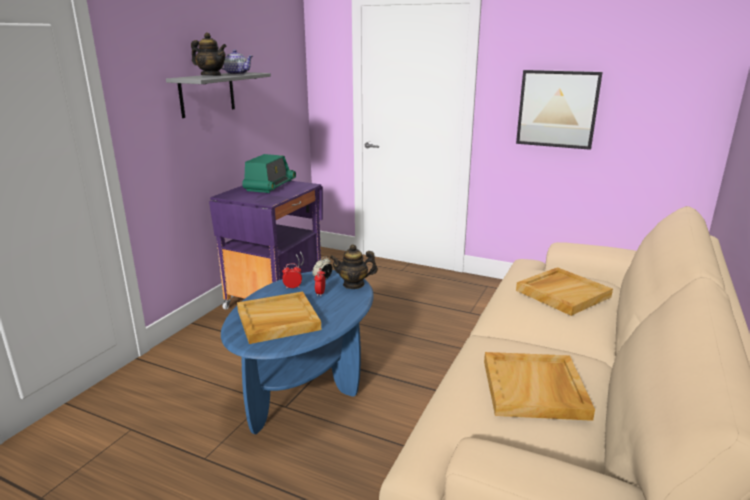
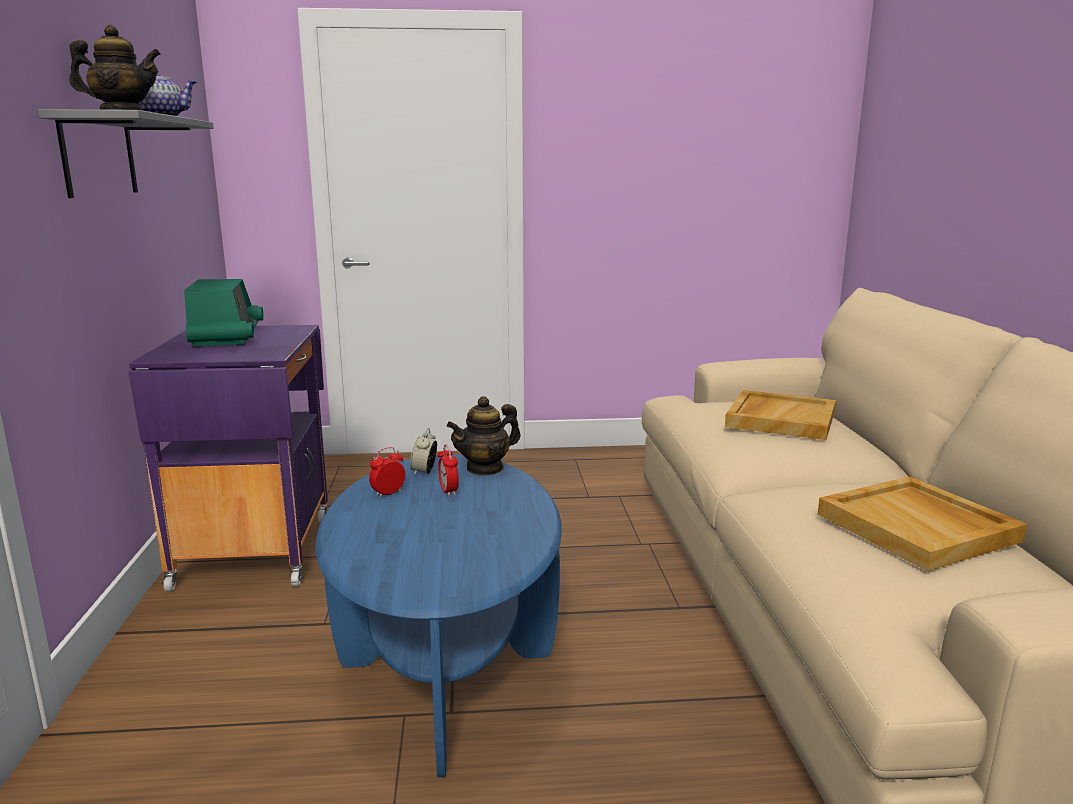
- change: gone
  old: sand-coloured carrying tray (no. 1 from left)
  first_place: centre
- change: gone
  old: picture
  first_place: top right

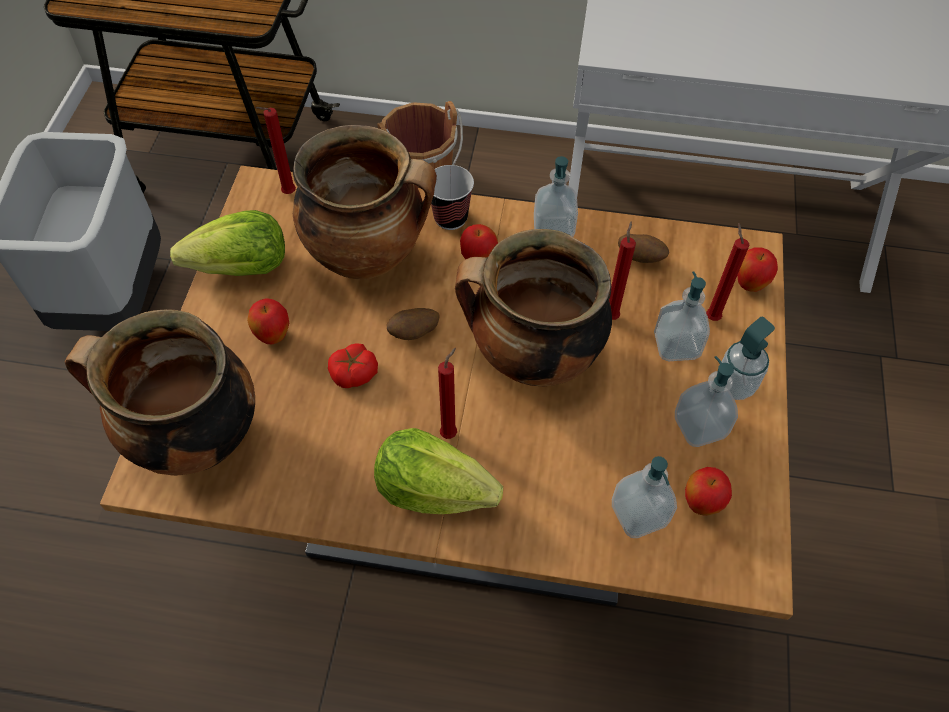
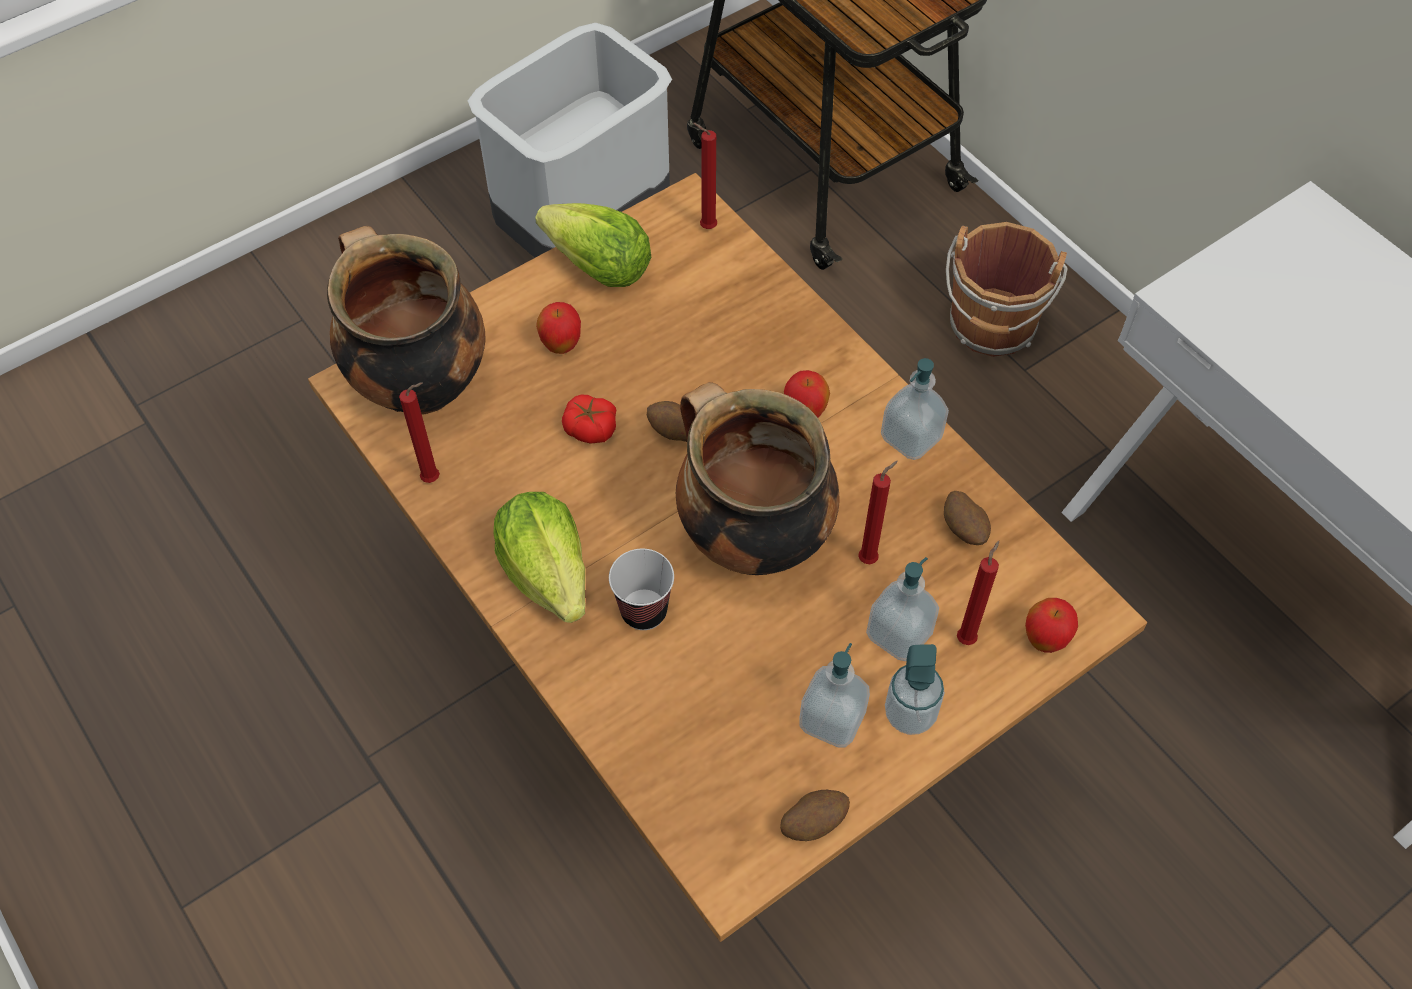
- change: gone
  old: saucepot (no. 2 from left)
  first_place: top centre
- change: gone
  old: soap dispenser (no. 2 from left)
  first_place: bottom right
- change: gone
  old: whole apple (no. 3 from left)
  first_place: bottom right
- change: new
  new: whole potato (no. 2 from left)
  second_place: bottom centre
- change: shifted
  old: cup
  first_place: top centre
  second_place: centre
- change: shifted
  old: red-coloured wax candle (no. 2 from left in the first image)
  new: red-coloured wax candle (no. 1 from left)
  first_place: centre
  second_place: middle left

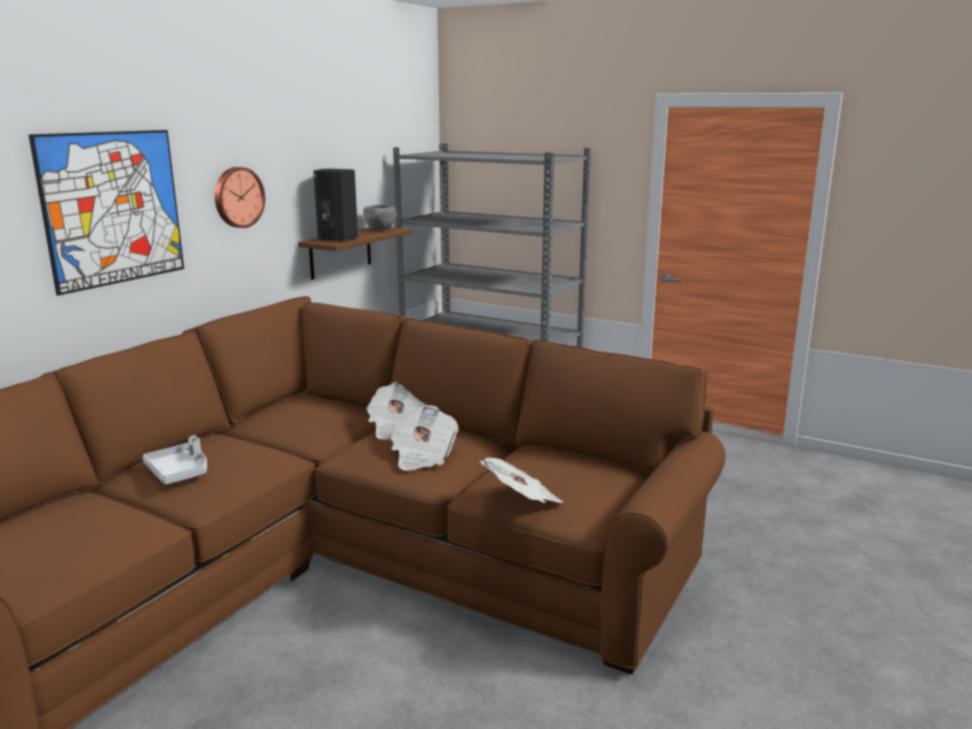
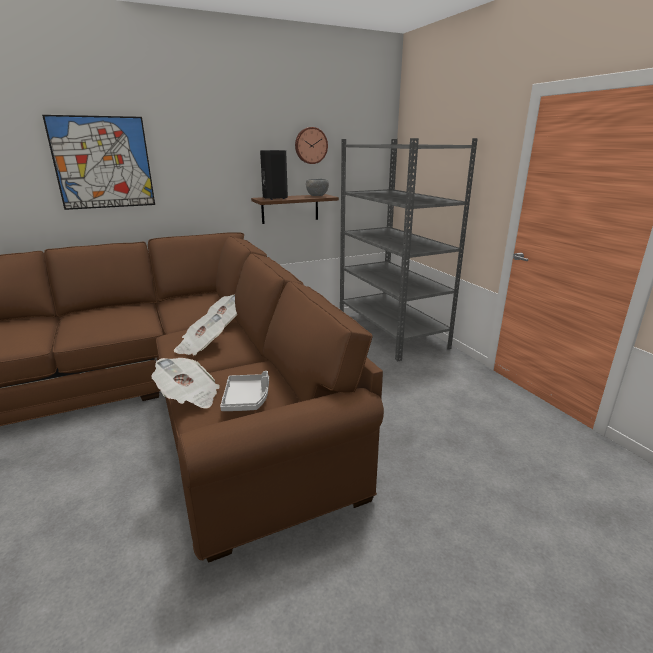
- change: shifted
  old: grey carrying tray
  first_place: middle left
  second_place: centre
- change: shifted
  old: wall clock
  first_place: top left
  second_place: top centre

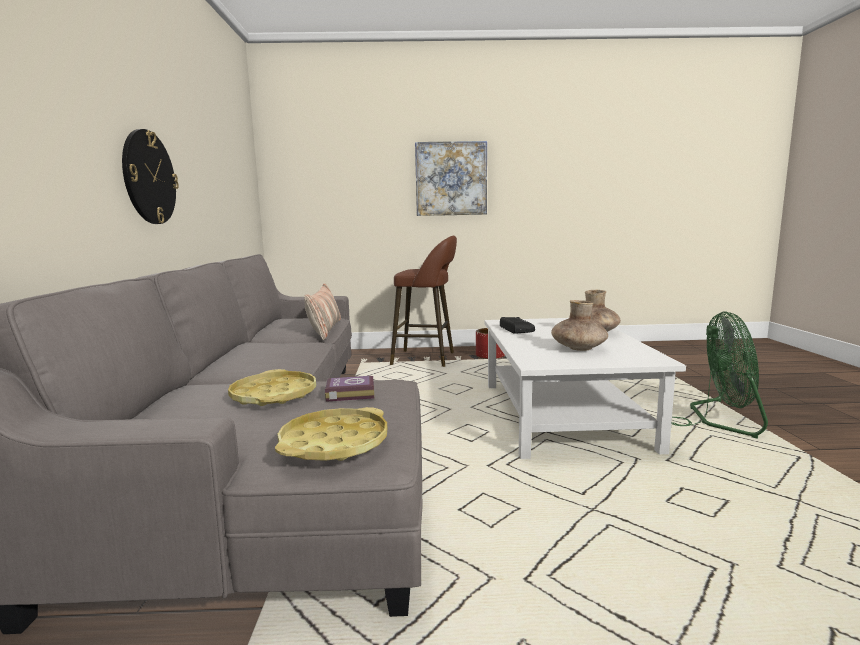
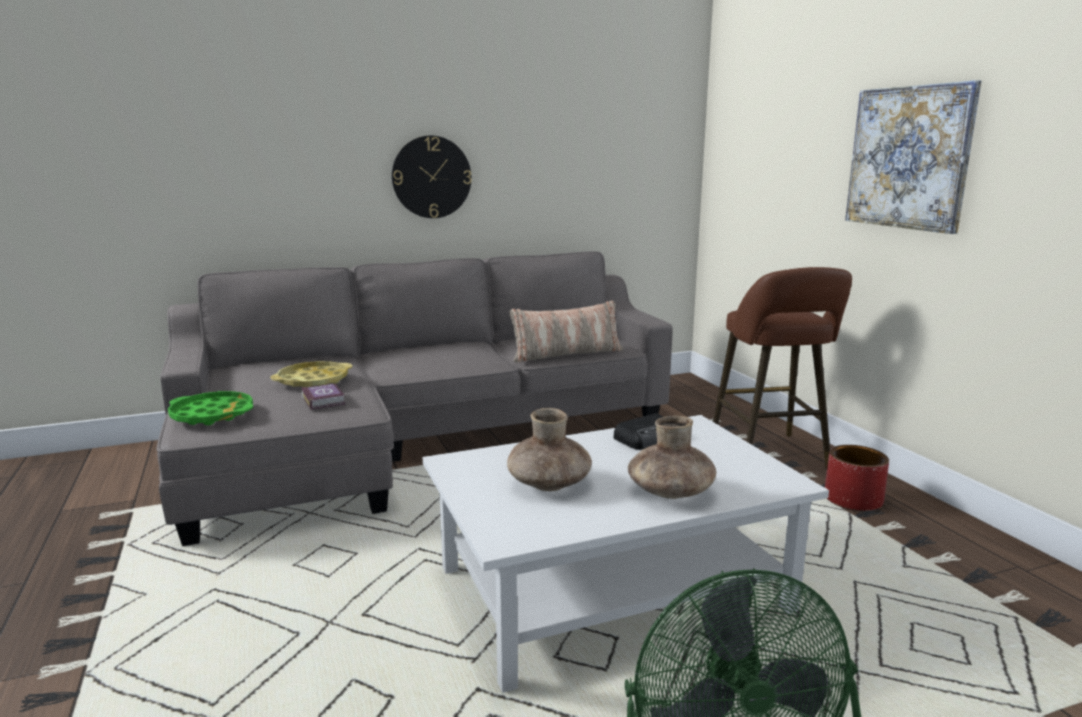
- change: repainted
  old: yellow carrying tray (no. 2 from left)
  new: green carrying tray
  first_place: bottom centre
  second_place: middle left

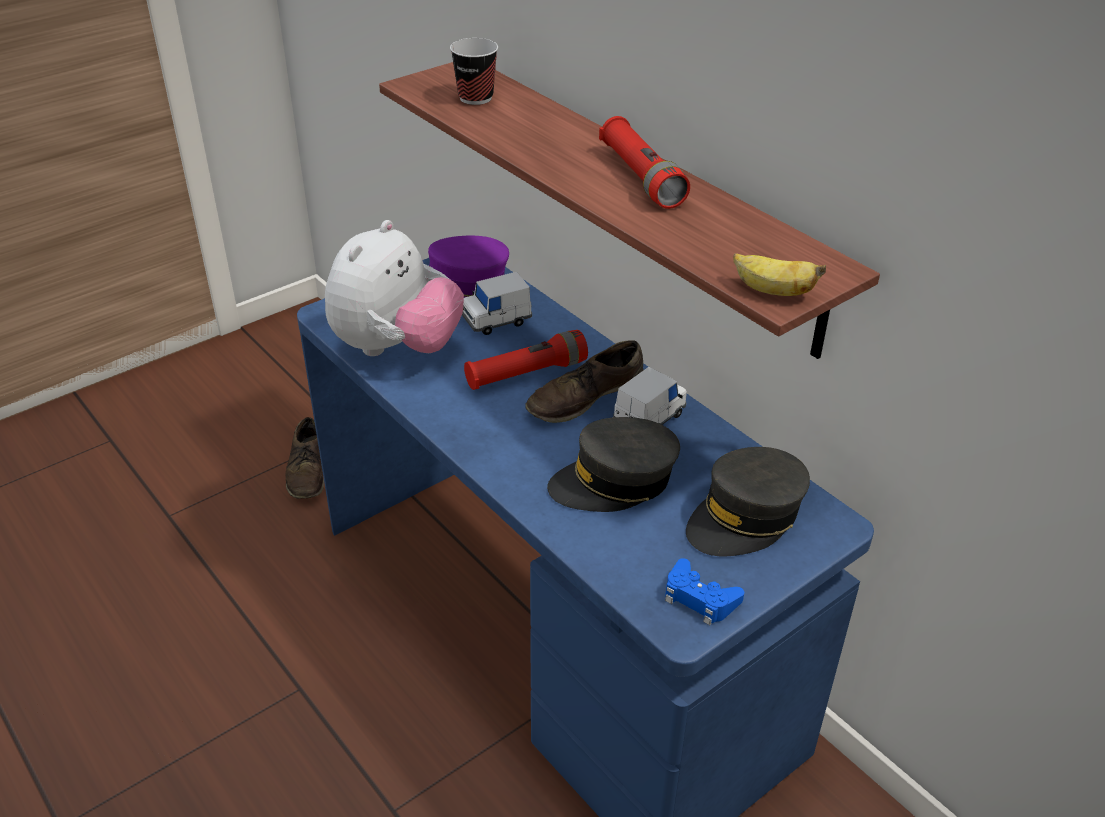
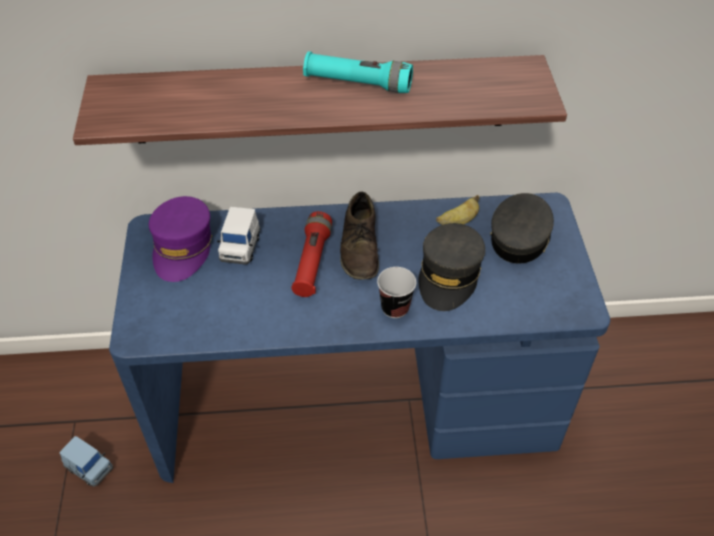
- change: gone
  old: soft toy
  first_place: centre
- change: gone
  old: white-coloured miniature car (no. 2 from left)
  first_place: centre
- change: gone
  old: blue game controller
  first_place: bottom centre
- change: shifted
  old: cup
  first_place: top centre
  second_place: centre
- change: shifted
  old: whole banana
  first_place: middle right
  second_place: centre
- change: swapped
  old: brown low shoe (no. 1 from left)
  new: blue miniature car
  first_place: middle left
  second_place: bottom left
- change: repainted
  old: red-coloured flashlight (no. 2 from left)
  new: turquoise-coloured flashlight
  first_place: top centre
  second_place: top centre
- change: rotated
  old: grey cap (no. 2 from left)
  first_place: middle right
  second_place: middle right
  degrees: -150

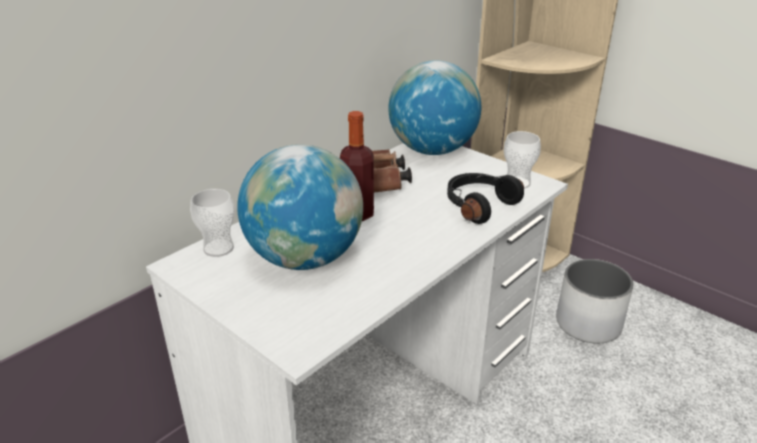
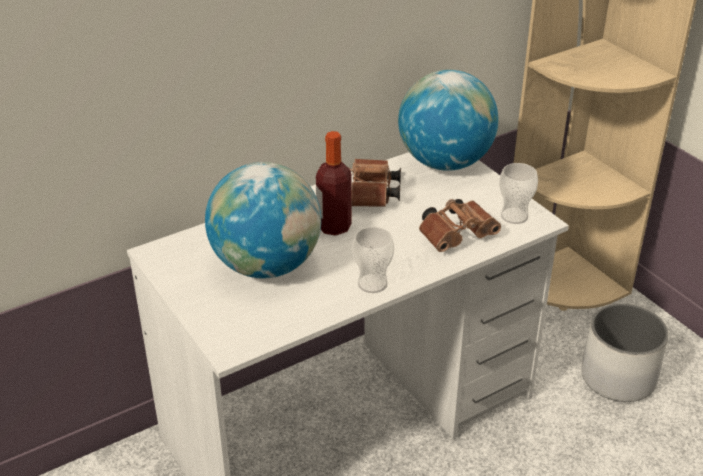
- change: shifted
  old: cup (no. 1 from left)
  first_place: middle left
  second_place: centre
- change: swapped
  old: black headphones
  new: brown pair of binoculars (no. 2 from left)
  first_place: centre
  second_place: centre

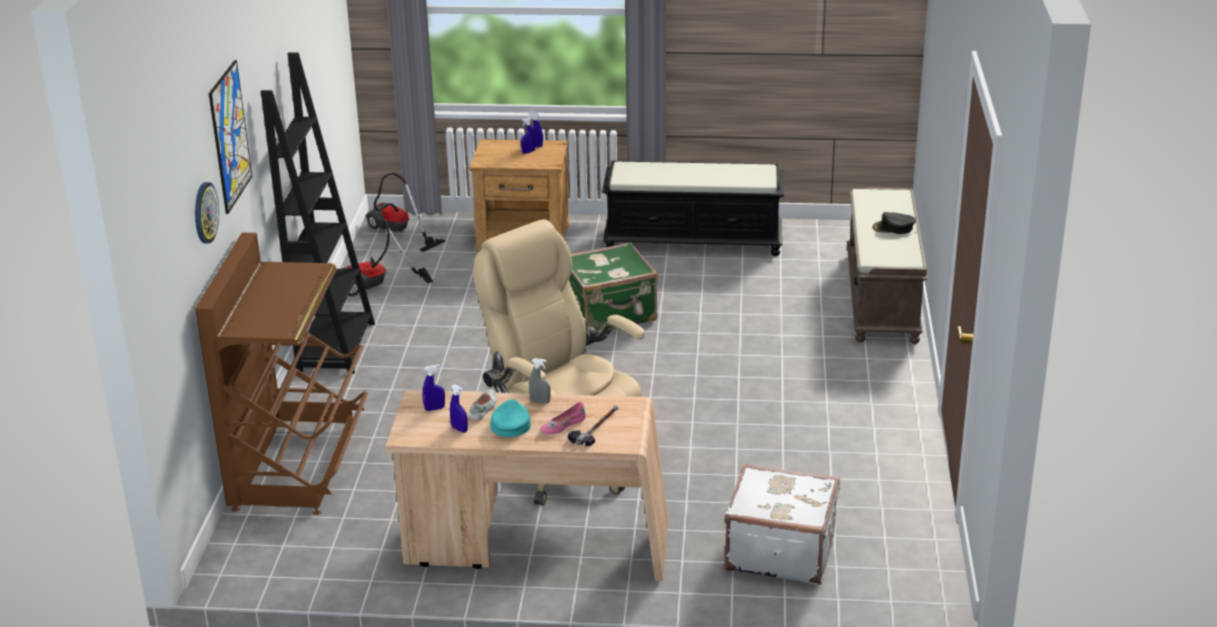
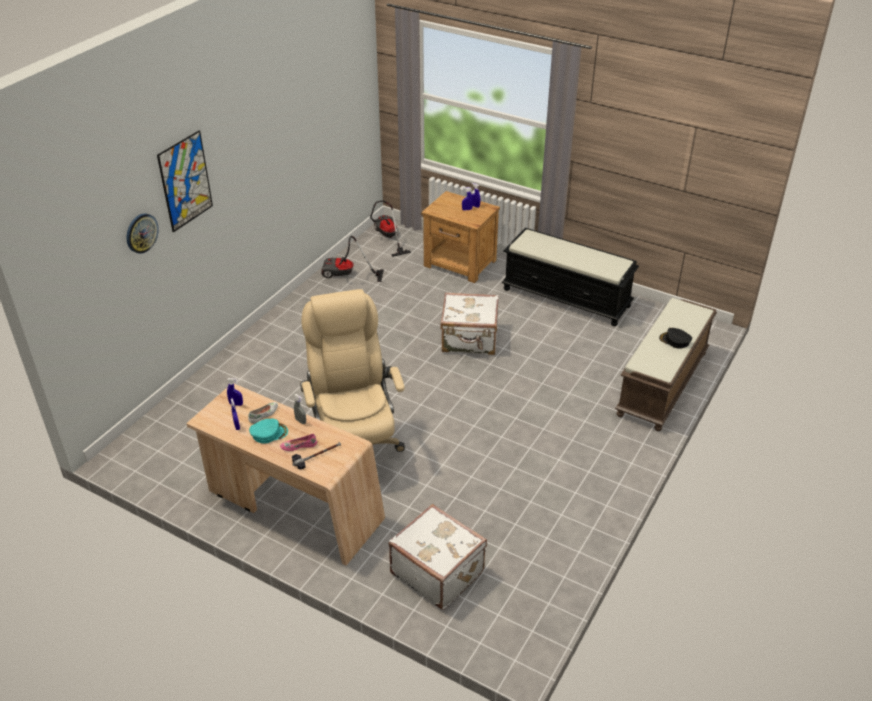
- change: gone
  old: brown shoe shelf
  first_place: middle left
- change: gone
  old: black bookcase
  first_place: middle left
- change: repainted
  old: green piece of luggage
  new: white-coloured piece of luggage (no. 2 from left)
  first_place: centre
  second_place: centre
- change: rotated
  old: turquoise-coloured cap
  first_place: bottom centre
  second_place: middle left
  degrees: 45

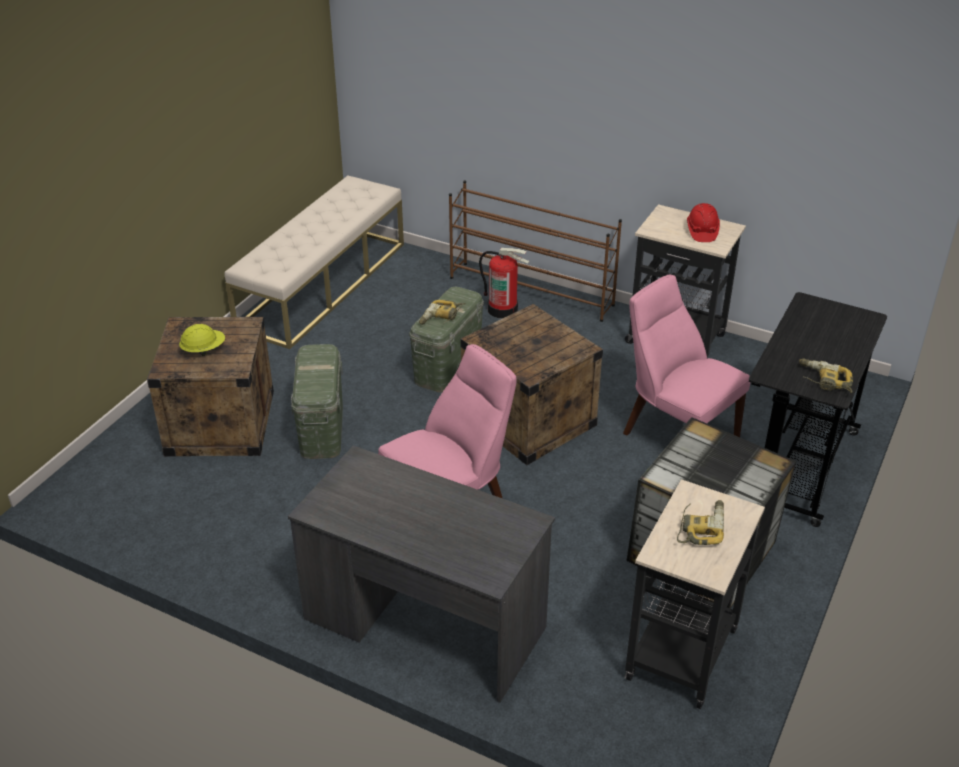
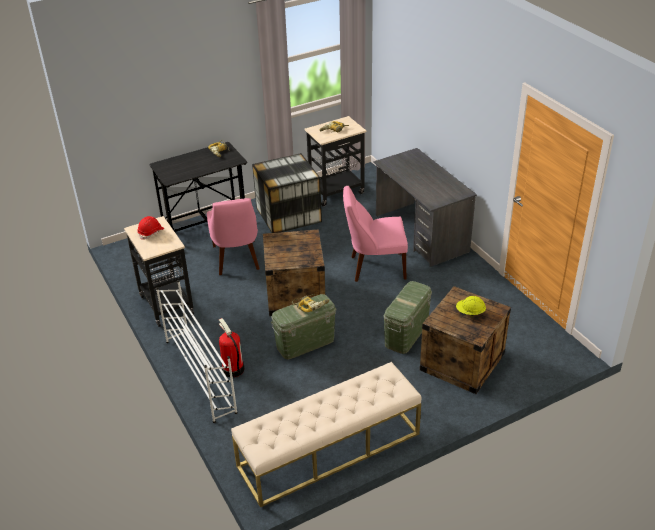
- change: repainted
  old: brown shoe shelf
  new: white-coloured shoe shelf
  first_place: top centre
  second_place: middle left

